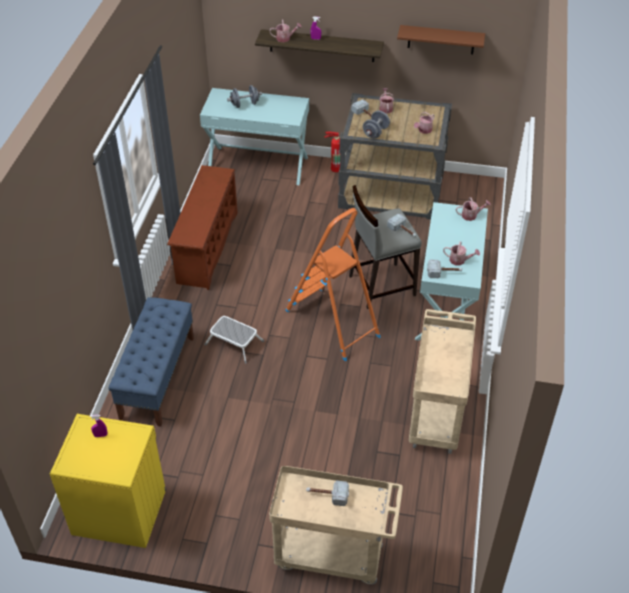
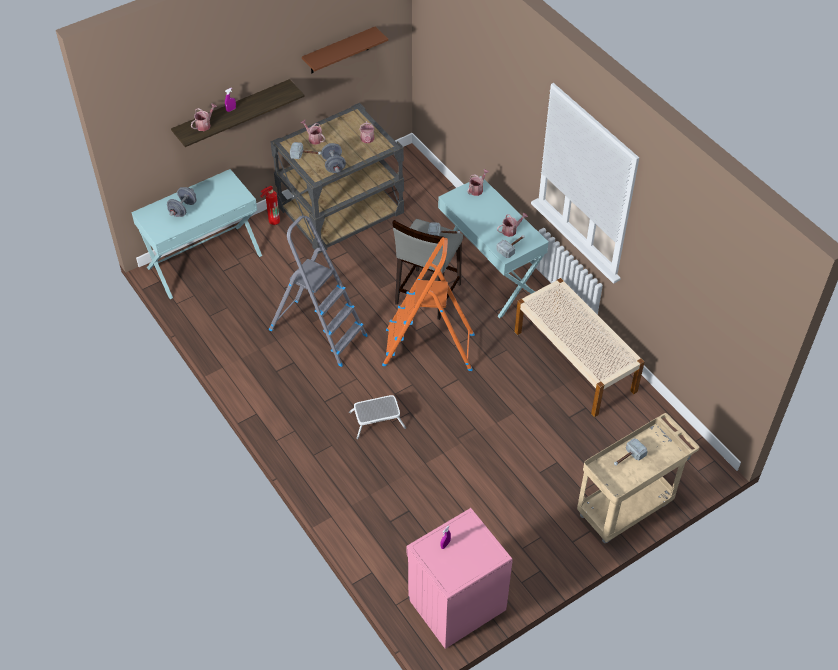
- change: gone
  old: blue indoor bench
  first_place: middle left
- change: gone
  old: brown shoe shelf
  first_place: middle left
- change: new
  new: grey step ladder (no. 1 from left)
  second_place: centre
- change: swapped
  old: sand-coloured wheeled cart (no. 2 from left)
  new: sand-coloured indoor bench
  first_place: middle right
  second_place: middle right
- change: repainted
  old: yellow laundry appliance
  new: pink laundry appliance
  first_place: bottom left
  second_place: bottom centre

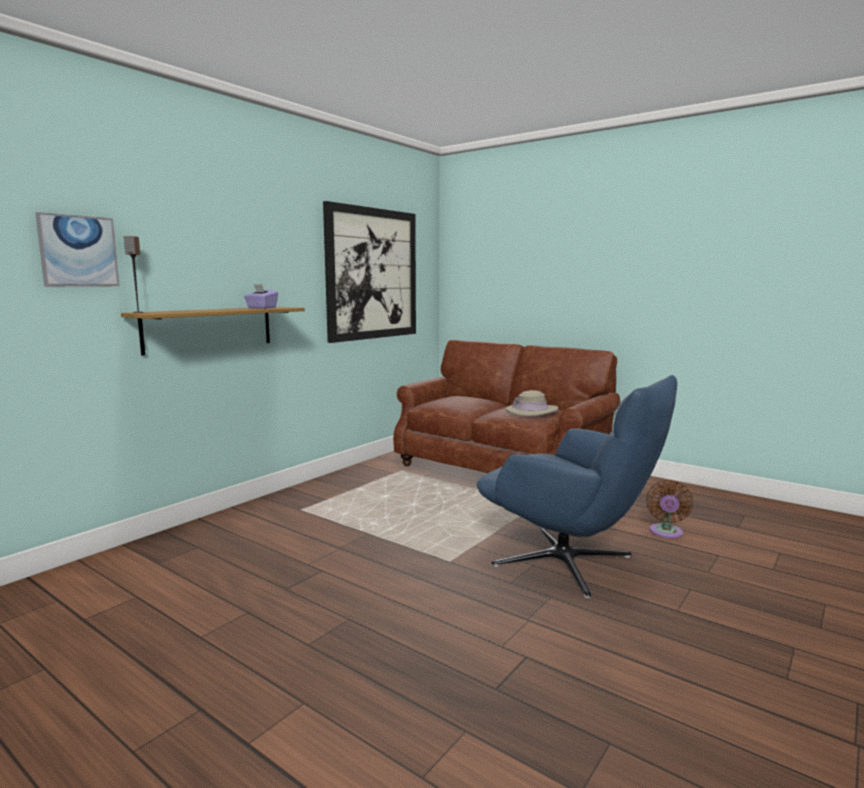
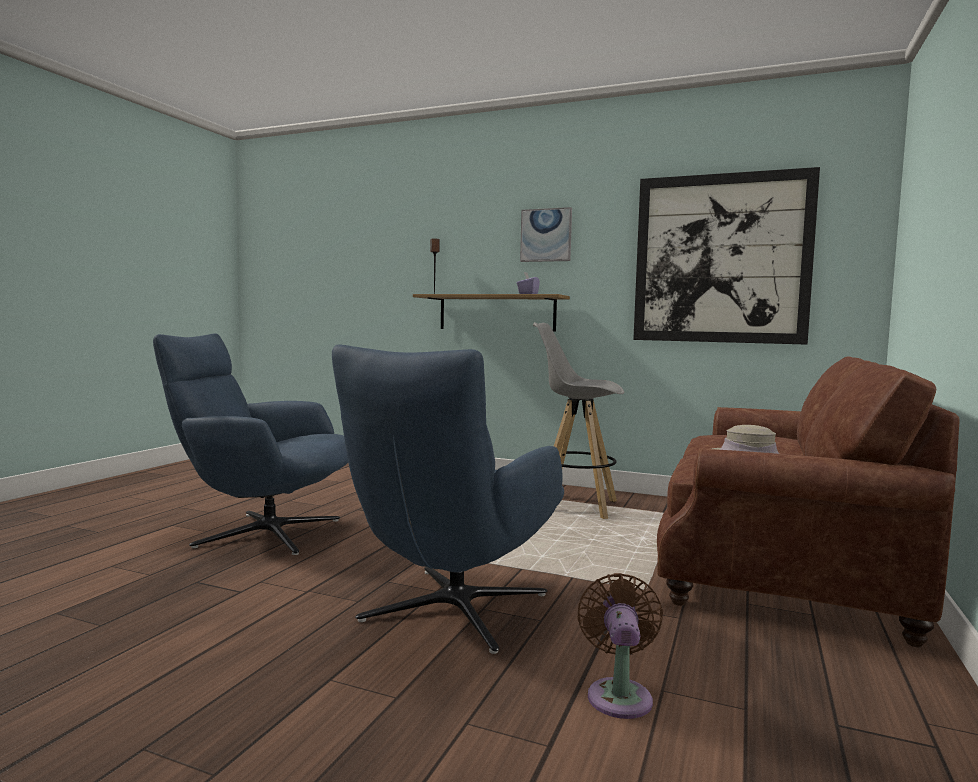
- change: new
  new: blue lounge chair (no. 1 from left)
  second_place: middle left
- change: new
  new: grey stool
  second_place: centre
- change: shifted
  old: picture (no. 1 from left)
  first_place: top left
  second_place: top centre
- change: rotated
  old: brown cooling fan
  first_place: middle right
  second_place: bottom centre
  degrees: 90

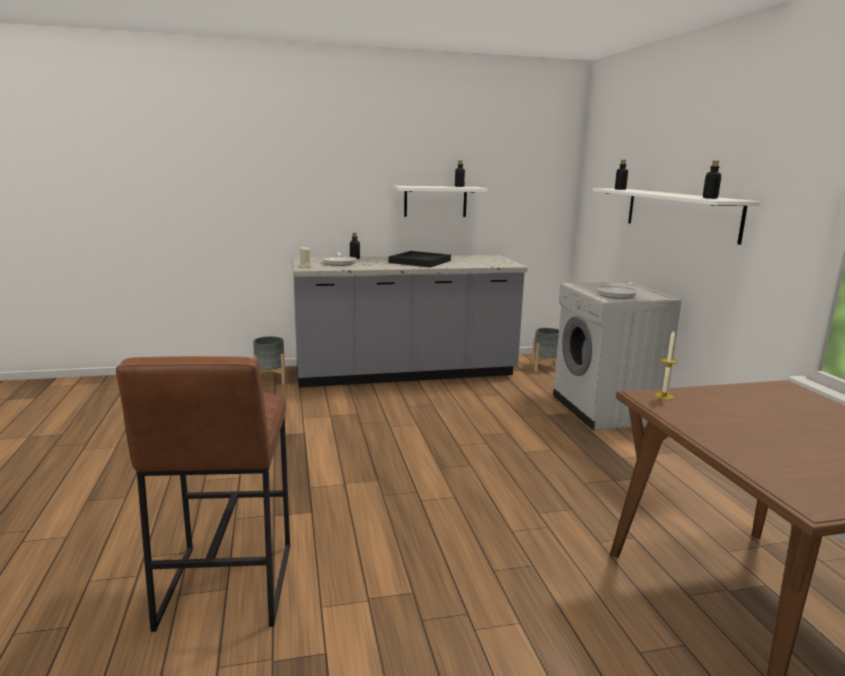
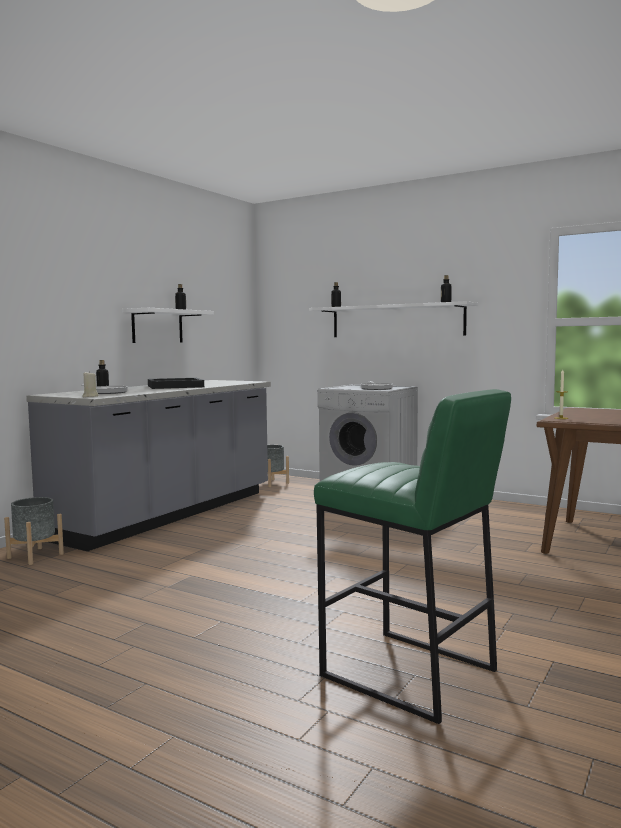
- change: repainted
  old: brown stool
  new: green stool
  first_place: bottom left
  second_place: bottom centre

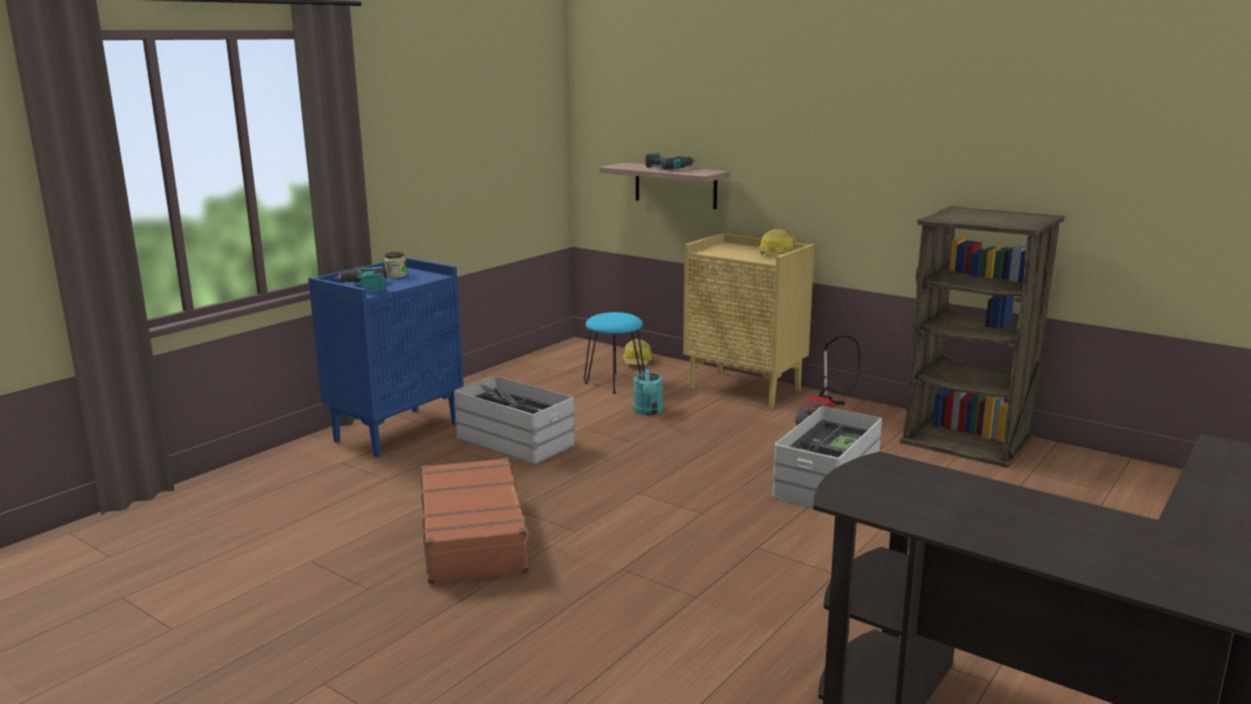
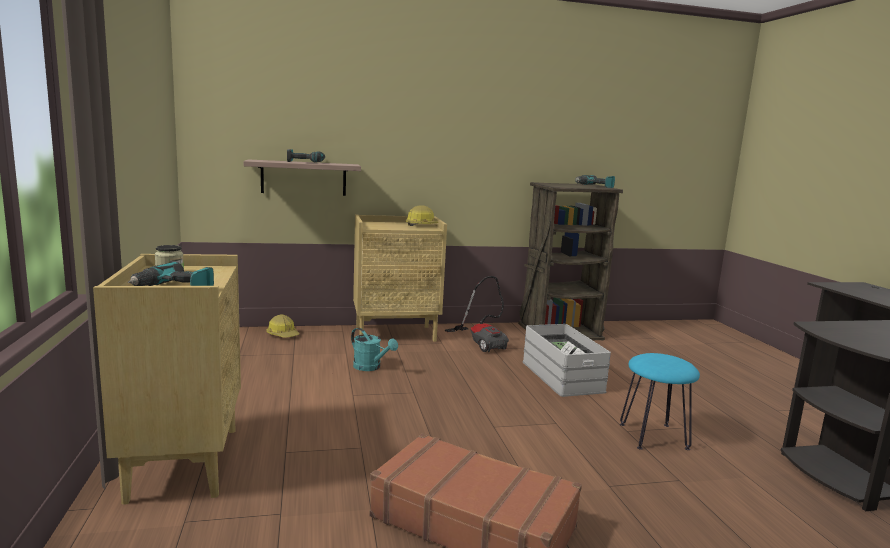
- change: gone
  old: grey storage bin (no. 1 from left)
  first_place: centre
- change: new
  new: electric drill (no. 3 from left)
  second_place: top right
- change: shifted
  old: turquoise-coloured stool
  first_place: centre
  second_place: bottom right
- change: repainted
  old: blue storage cabinet
  new: sand-coloured storage cabinet (no. 1 from left)
  first_place: middle left
  second_place: bottom left

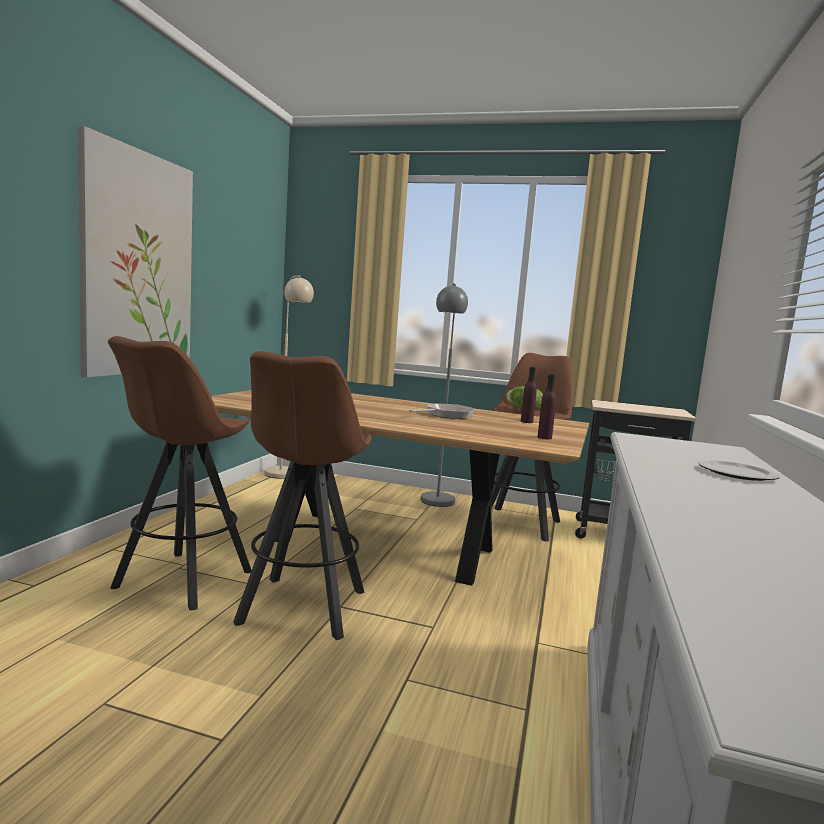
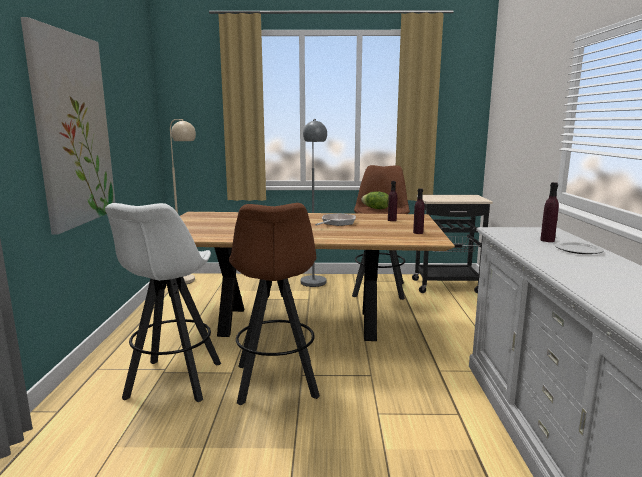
- change: new
  new: purplish bottle (no. 3 from left)
  second_place: middle right
- change: repainted
  old: brown stool (no. 1 from left)
  new: white-coloured stool
  first_place: middle left
  second_place: middle left

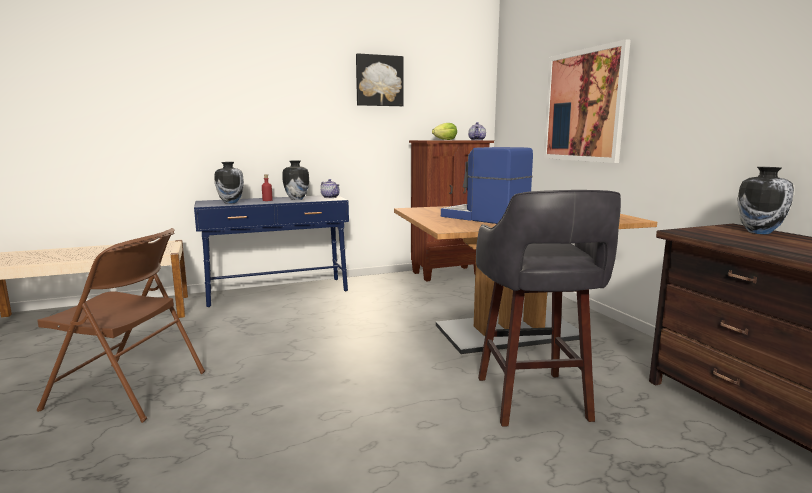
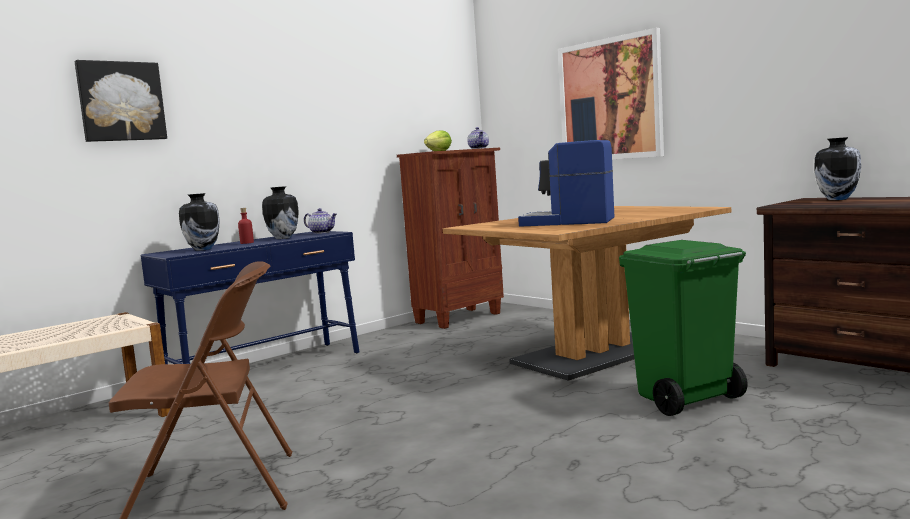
- change: shifted
  old: picture (no. 1 from left)
  first_place: top centre
  second_place: top left
- change: swapped
  old: grey stool
  new: green waste bin
  first_place: middle right
  second_place: middle right

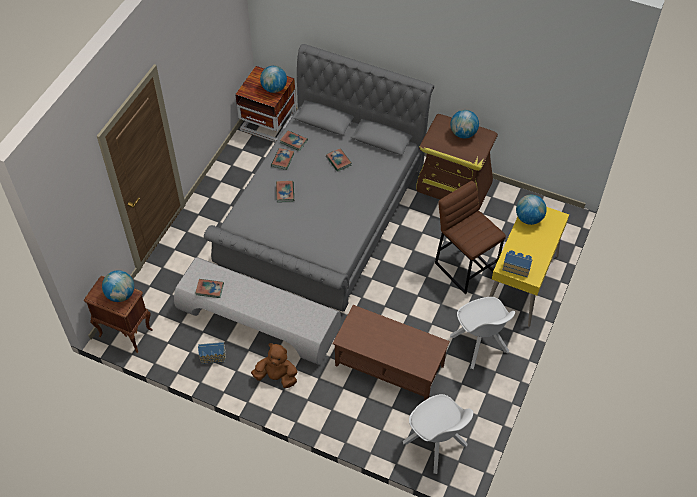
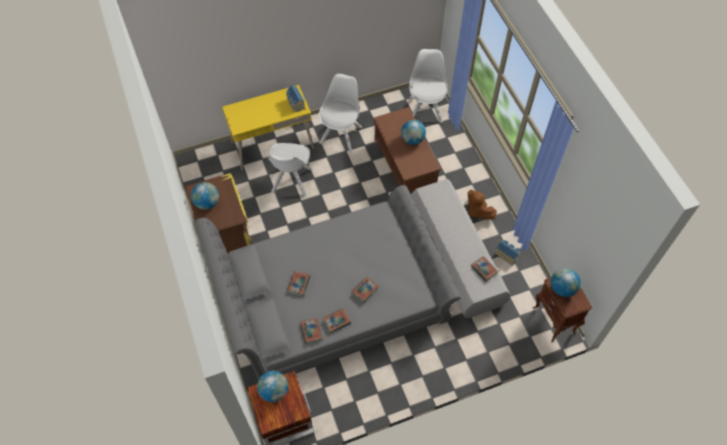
- change: shifted
  old: globe (no. 4 from left in the first image)
  new: globe (no. 3 from left)
  first_place: middle right
  second_place: top centre
- change: swapped
  old: brown stool
  new: white-coloured upright chair (no. 1 from left)
  first_place: middle right
  second_place: centre

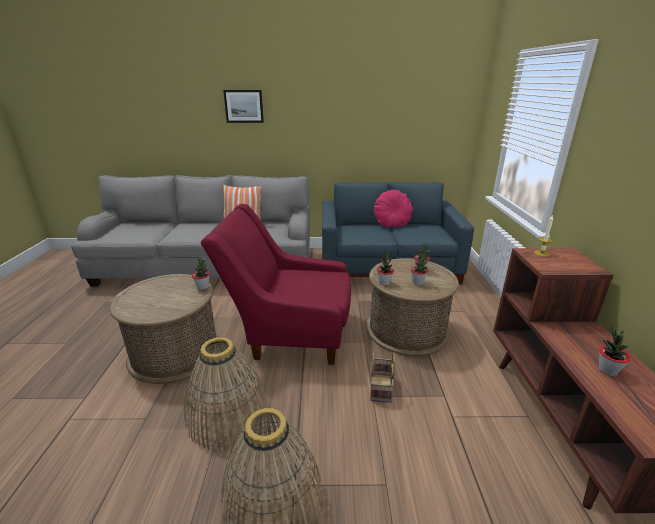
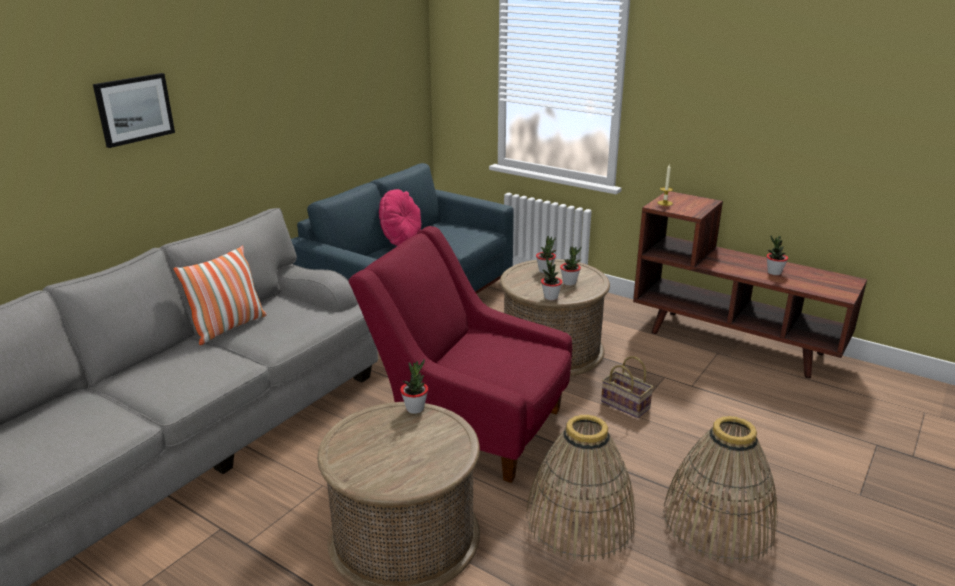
- change: rotated
  old: red-coloured lounge chair
  first_place: centre
  second_place: centre
  degrees: 75

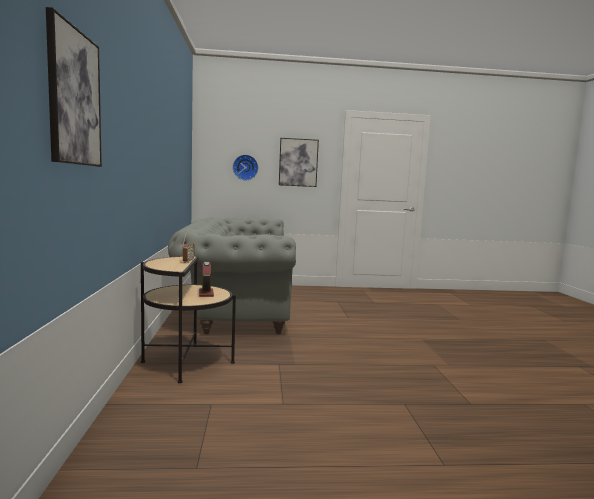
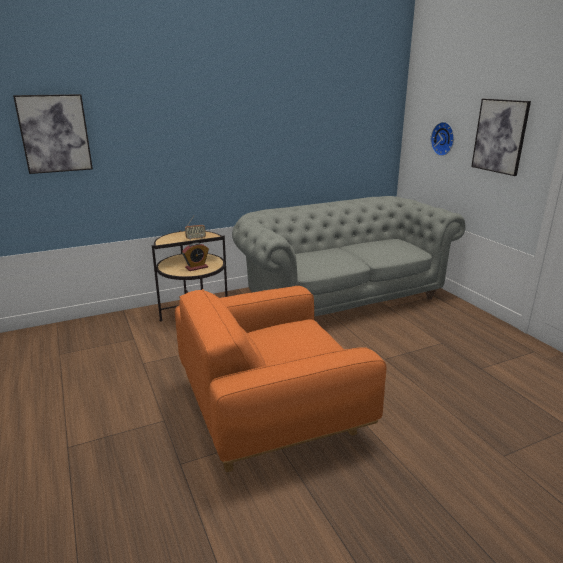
- change: new
  new: orange lounge chair
  second_place: bottom centre

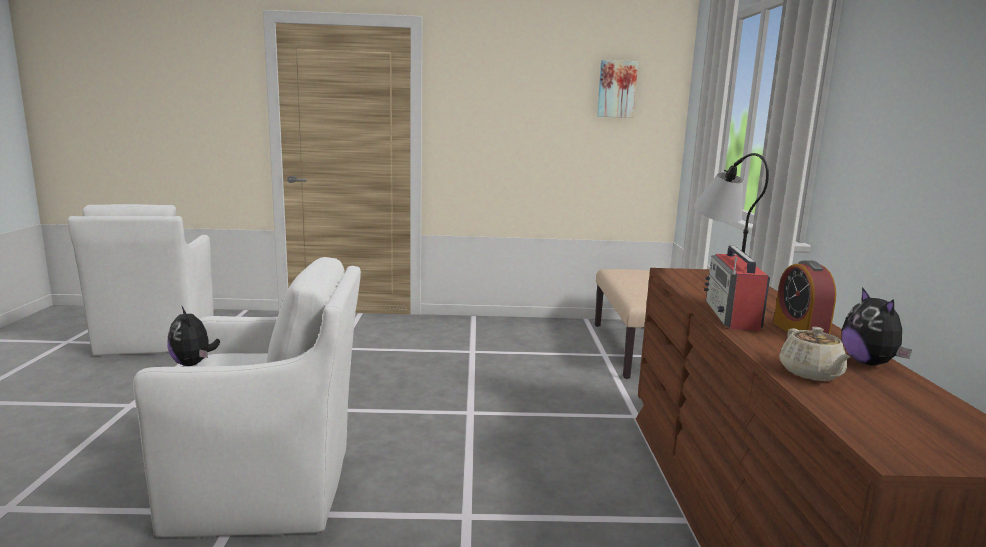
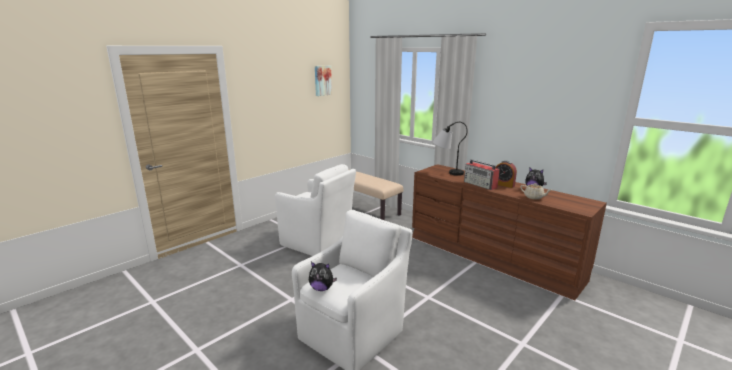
- change: shifted
  old: white-coloured lounge chair (no. 1 from left)
  first_place: middle left
  second_place: centre

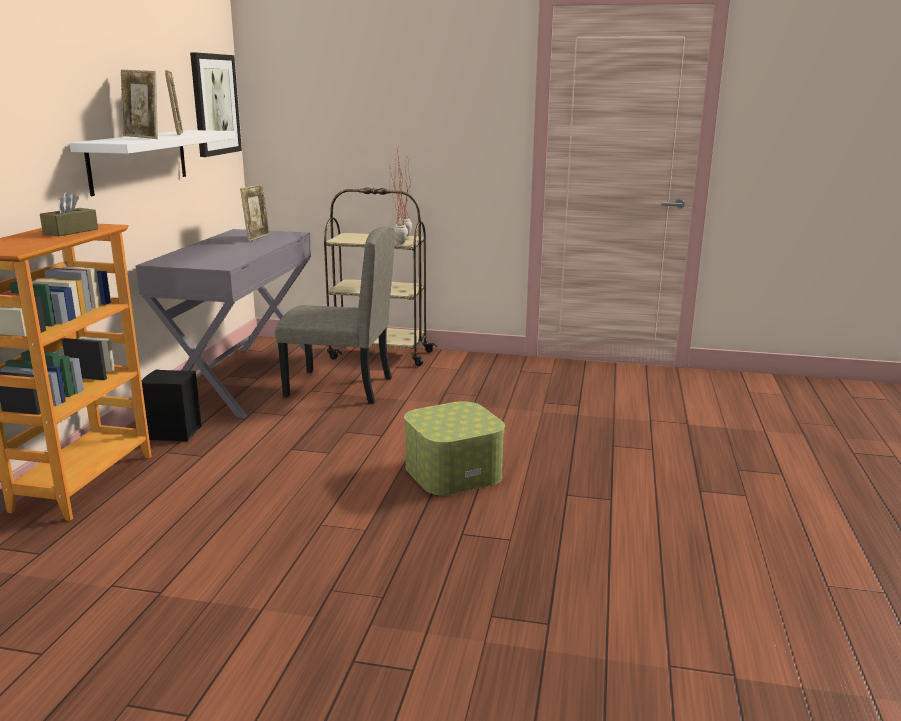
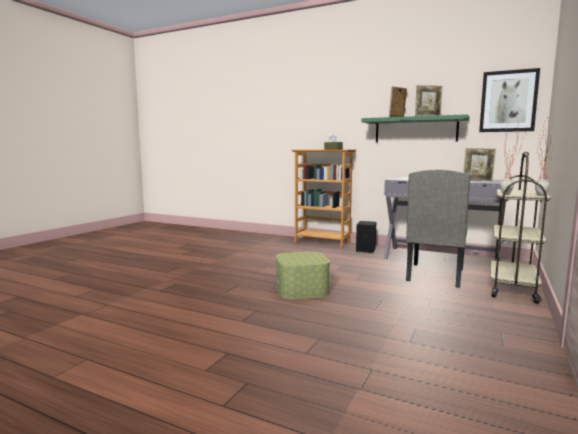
- change: repainted
  old: white-coloured shelf
  new: green shelf
  first_place: top left
  second_place: top right

